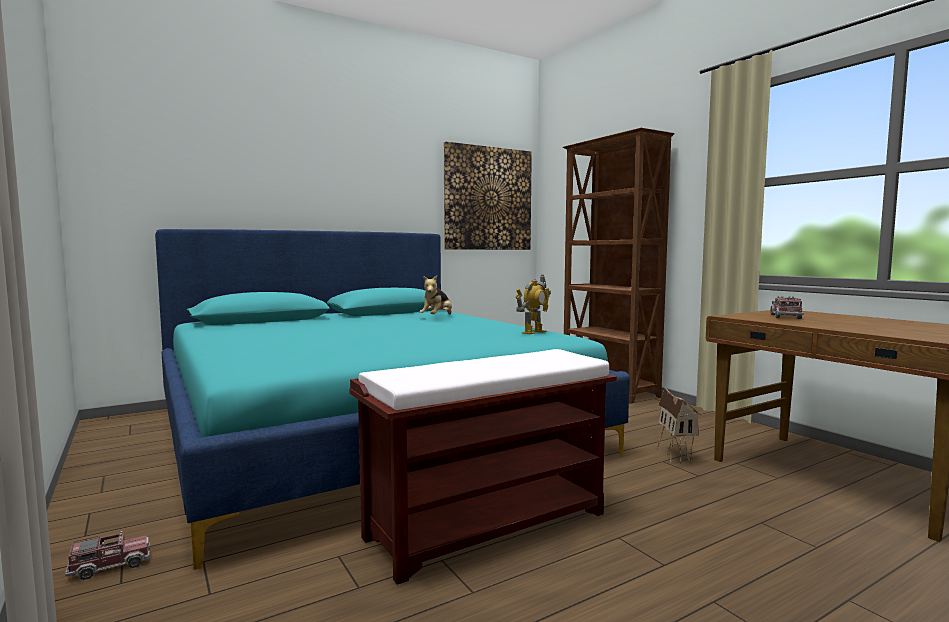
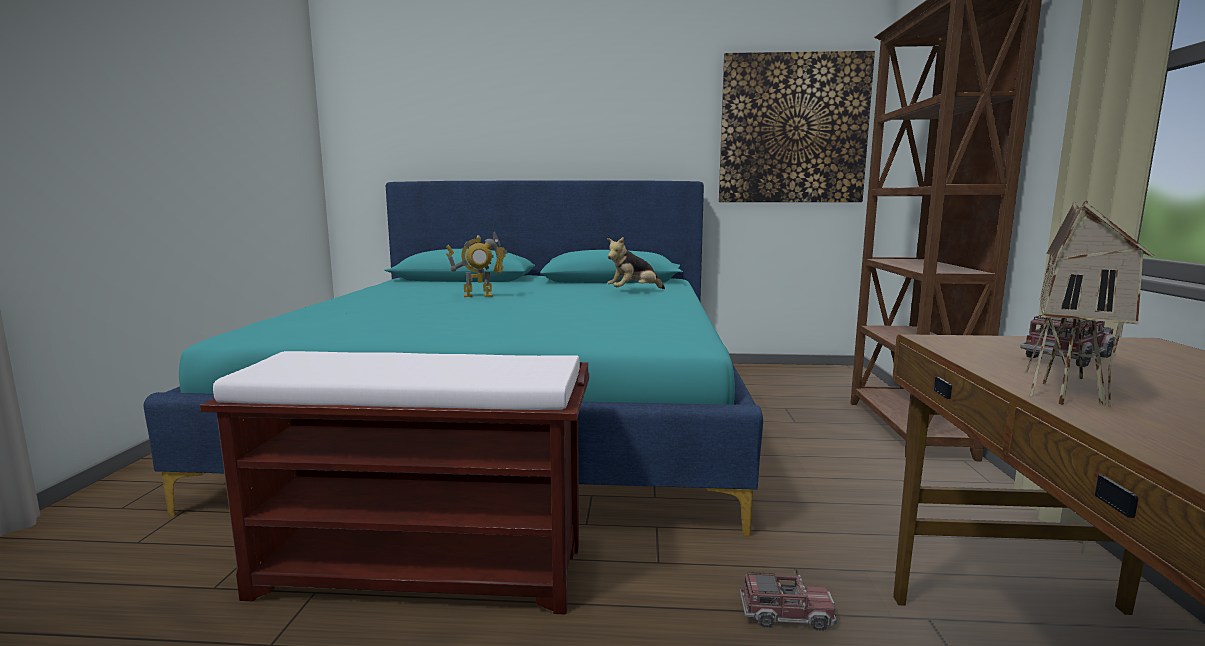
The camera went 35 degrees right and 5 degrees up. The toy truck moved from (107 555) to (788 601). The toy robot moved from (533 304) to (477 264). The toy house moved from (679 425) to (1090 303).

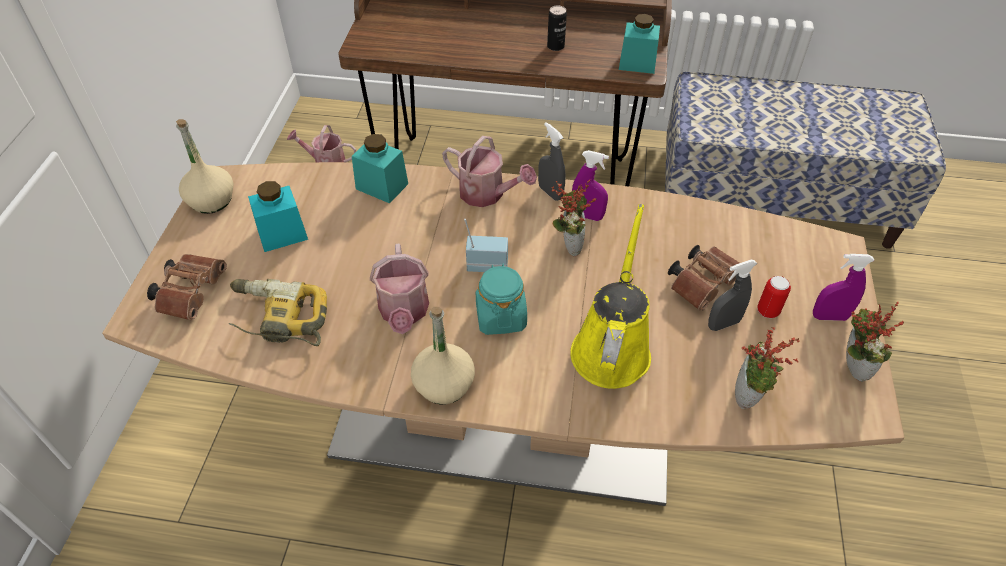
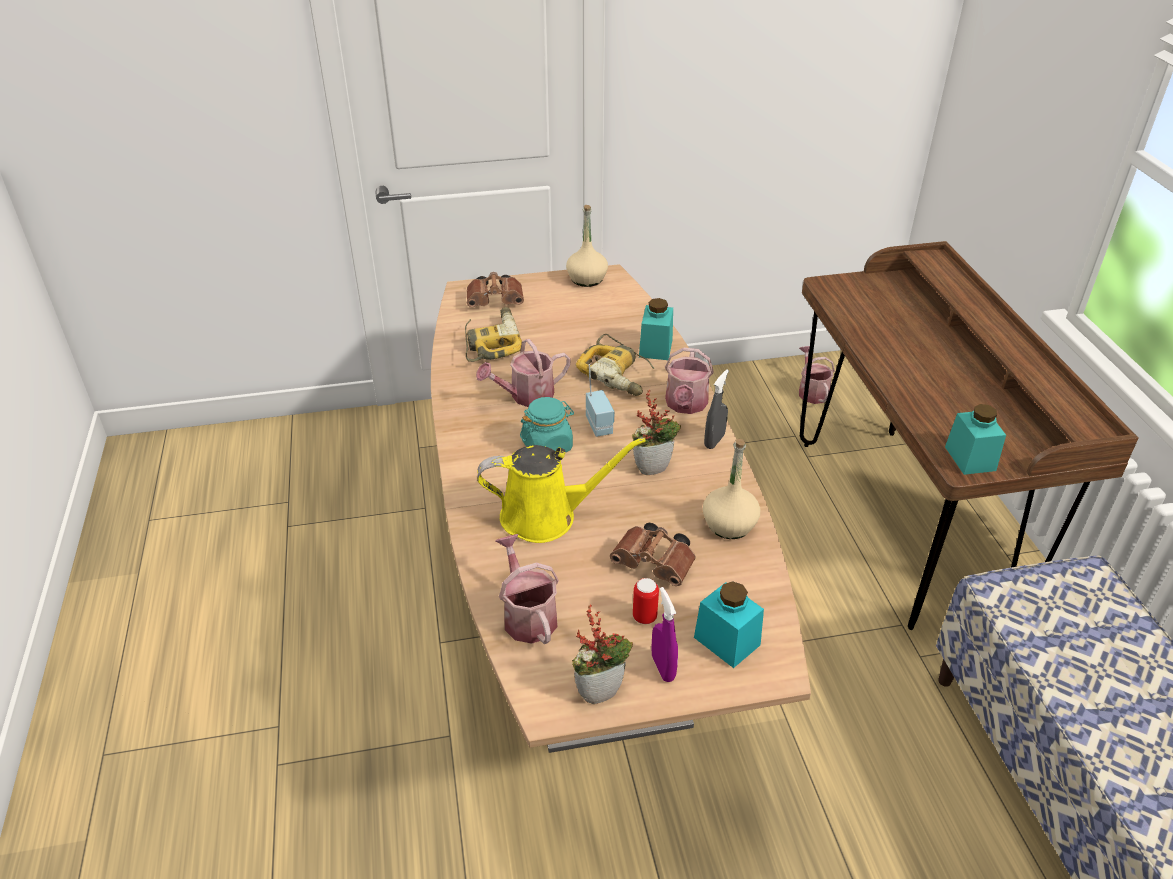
The camera went 70 degrees right and 10 degrees down. The can at (557 28) disappeared. The spray bottle/purple at (590 185) disappeared. The spray bottle/grey at (732 295) disappeared. The power drill at (615 365) appeared. The jar/turquoise moved from (278 216) to (729 624). The bottle/beige moved from (443 355) to (731 489). The potted plant at (767 368) was replaced by the watering can at (527 589).

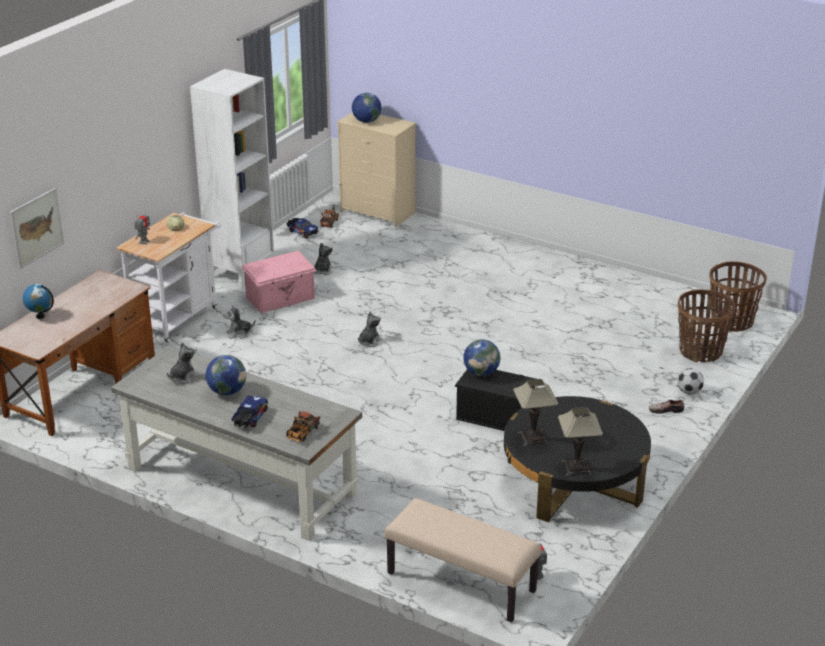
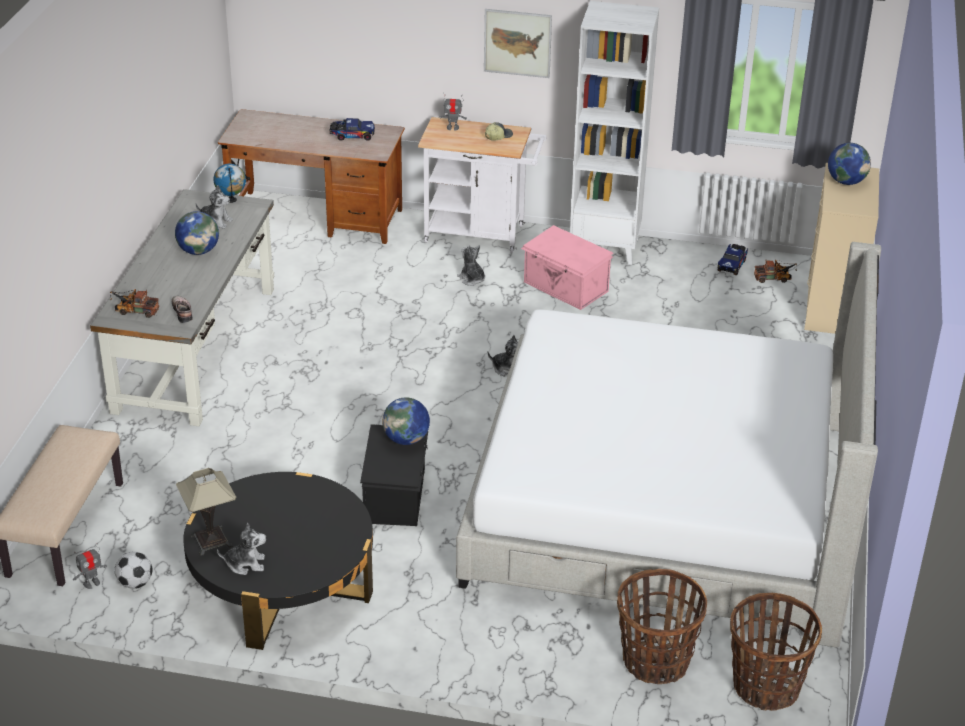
The camera went 70 degrees right and 5 degrees up. The table lamp at (535 413) disappeared. The bed at (668 445) appeared. The picture moved from (37 228) to (518 43). The globe moved from (38 301) to (229 183). The toy truck moved from (250 412) to (352 129). The plush toy moved from (323 259) to (241 549). The shoe moved from (666 407) to (182 309). The football moved from (690 381) to (133 570).

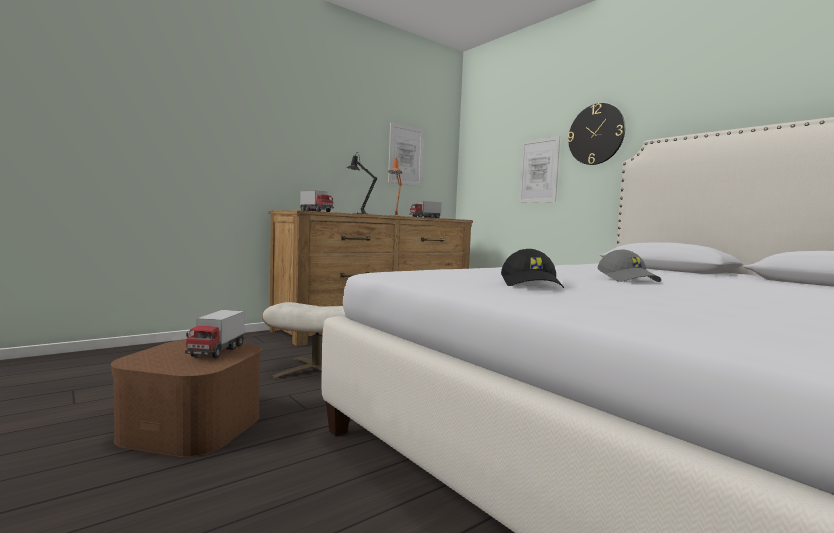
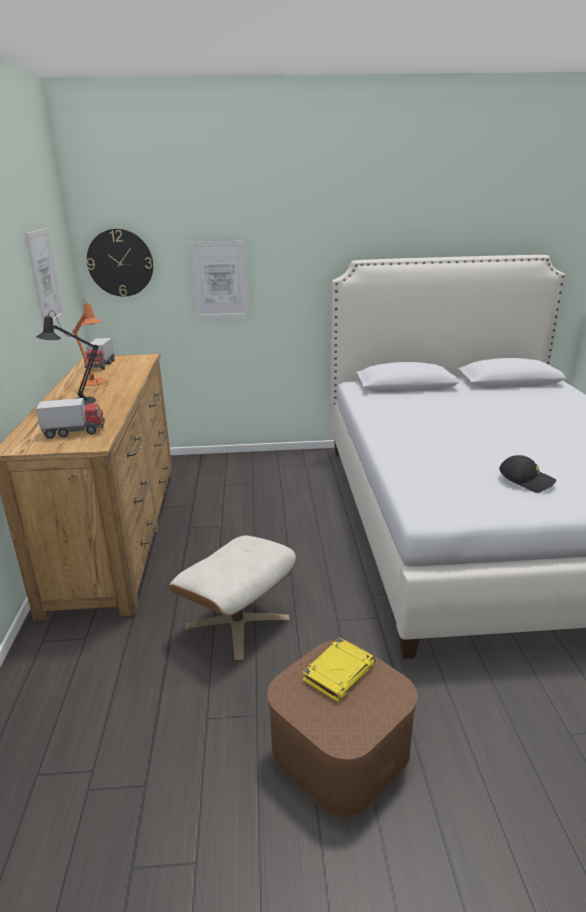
The camera went 55 degrees left and 20 degrees up. The cap/grey at (629 266) disappeared. The wall clock moved from (596 134) to (120 263). The toy truck at (215 334) was replaced by the book/yellow at (339 670).

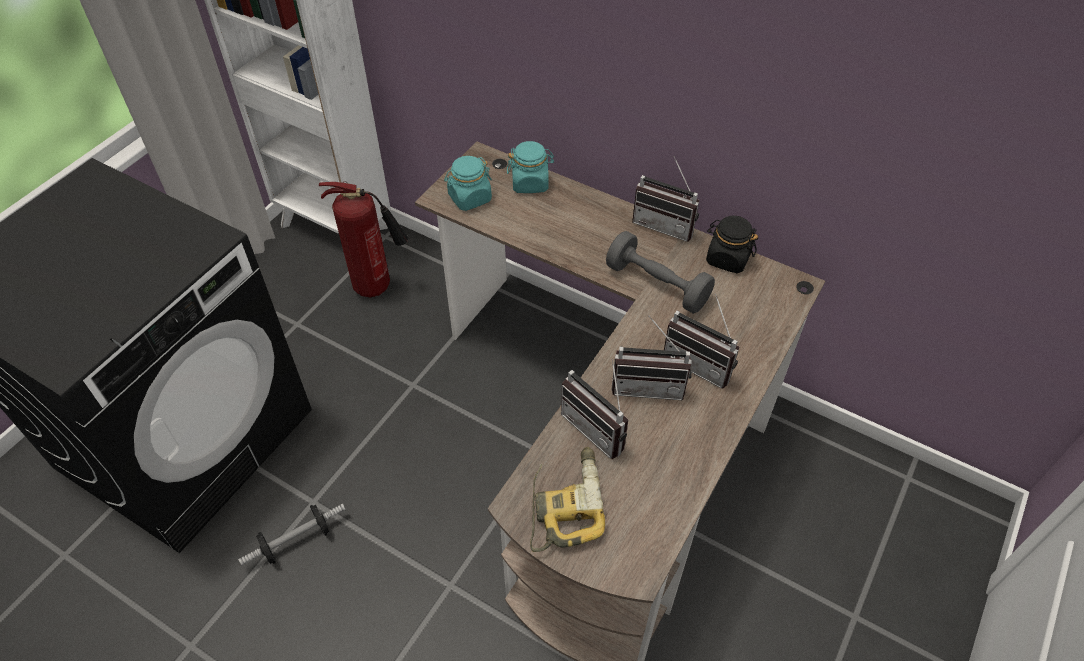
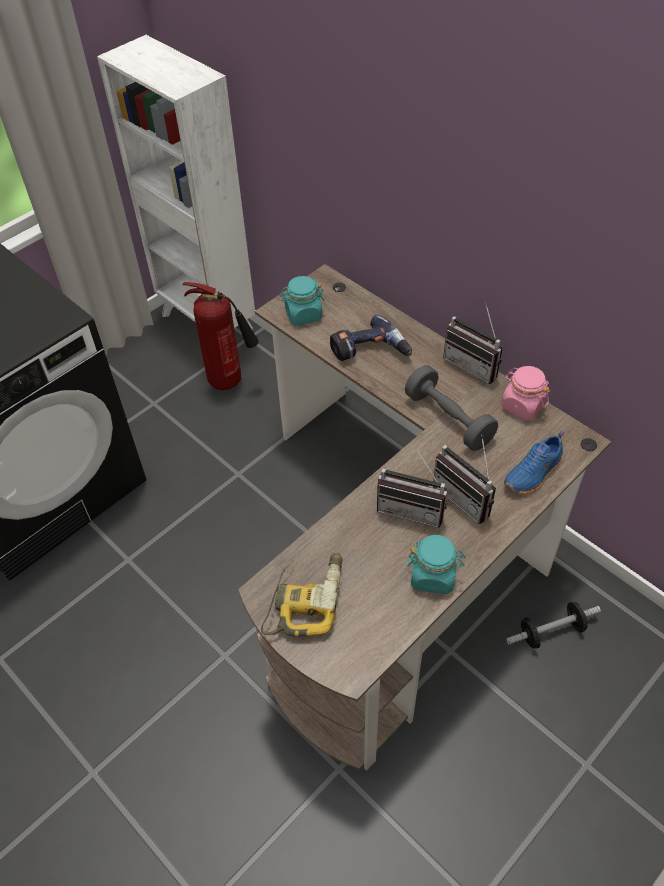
The camera went 15 degrees right and 0 degrees up. The radio at (594 409) disappeared. The power drill at (371 338) appeared. The shoe/blue at (534 462) appeared. The dumbbell moved from (292 534) to (553 625). The jar/turquoise moved from (530 167) to (436 564). The jar/black at (732 244) became the jar/pink at (525 393).

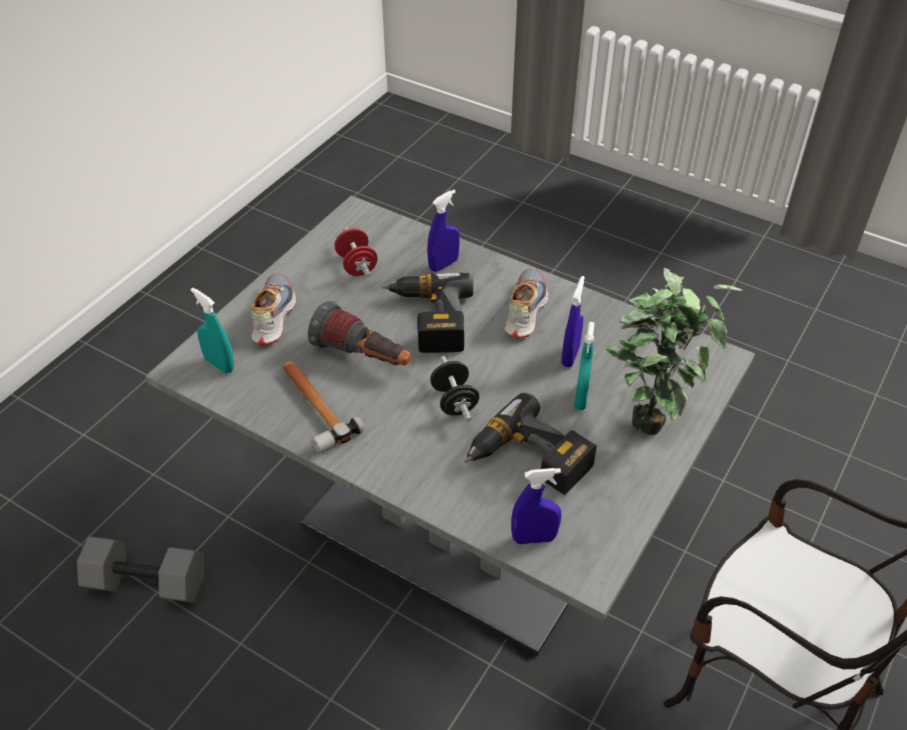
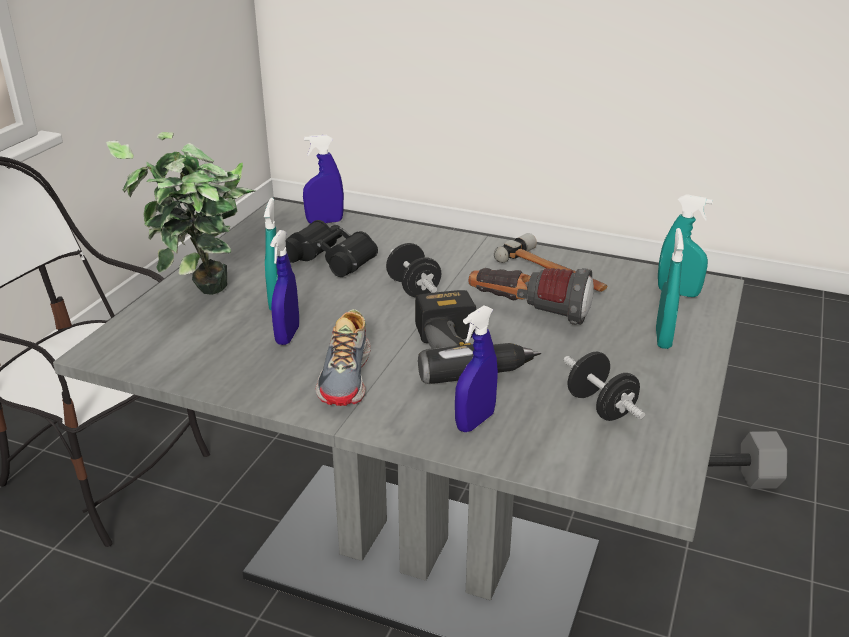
The camera went 170 degrees right and 15 degrees down. The shoe at (273 309) was replaced by the spray bottle/turquoise at (670 288). The power drill at (531 443) was replaced by the binoculars/black at (332 248). The dumbbell/red at (356 253) became the dumbbell/black at (604 386).

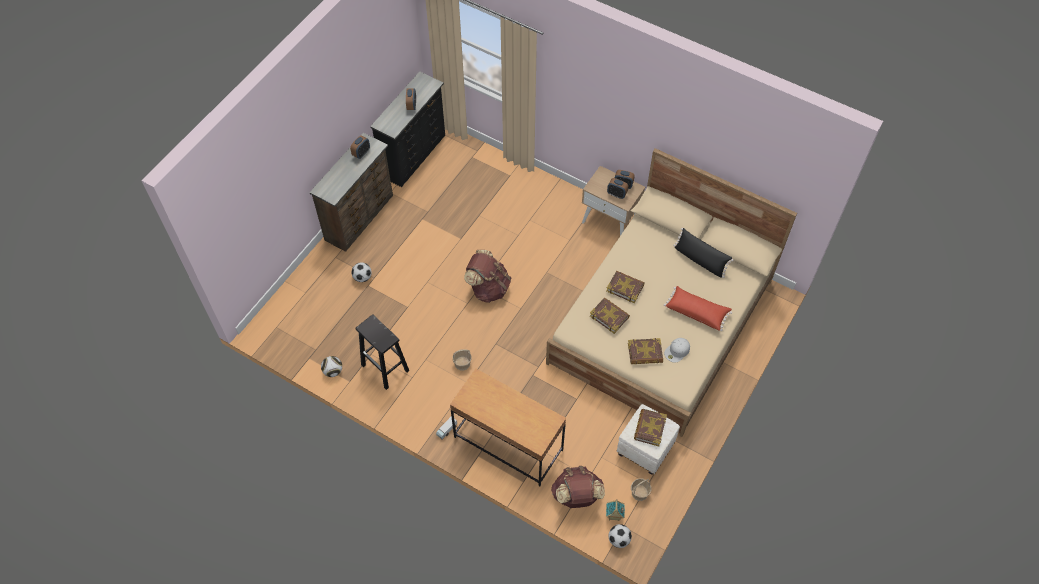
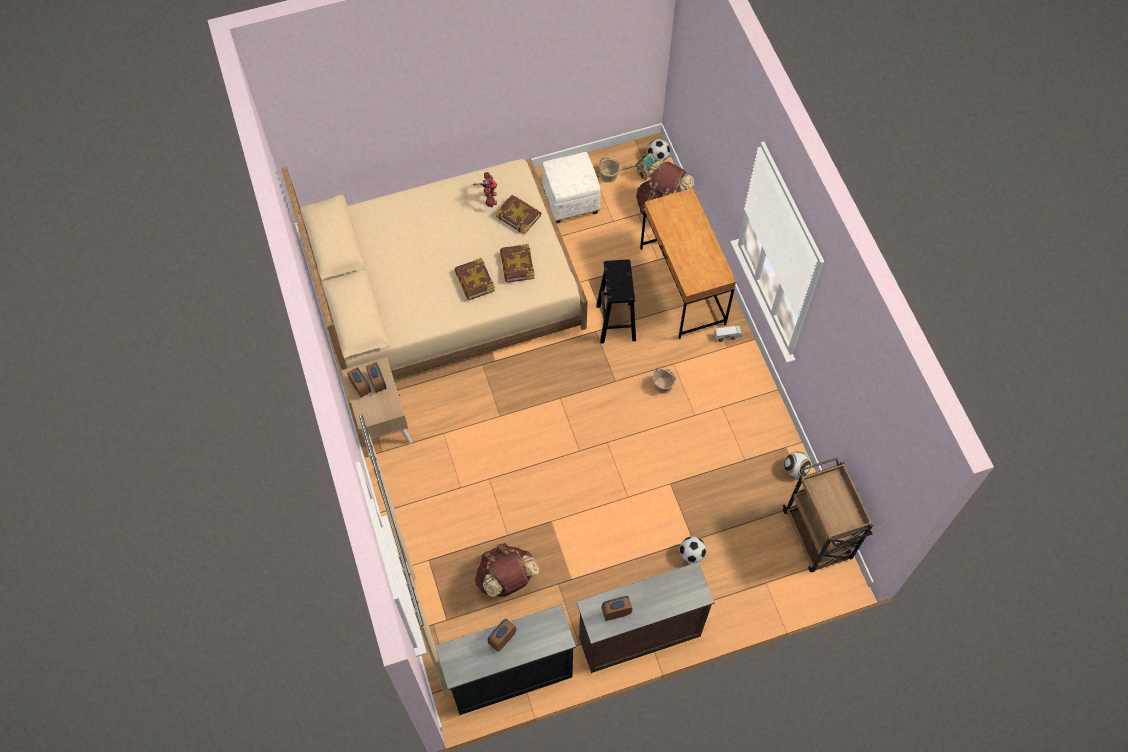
The camera went 140 degrees left and 5 degrees up. The book at (650 427) disappeared. The pillow/red at (698 308) disappeared. The pillow/black at (703 253) disappeared. The cart/brown at (828 515) appeared. The stool/black moved from (382 352) to (616 301). The backpack/brown moved from (487 276) to (507 570). The cap/white at (677 350) was replaced by the toy robot at (485 189).

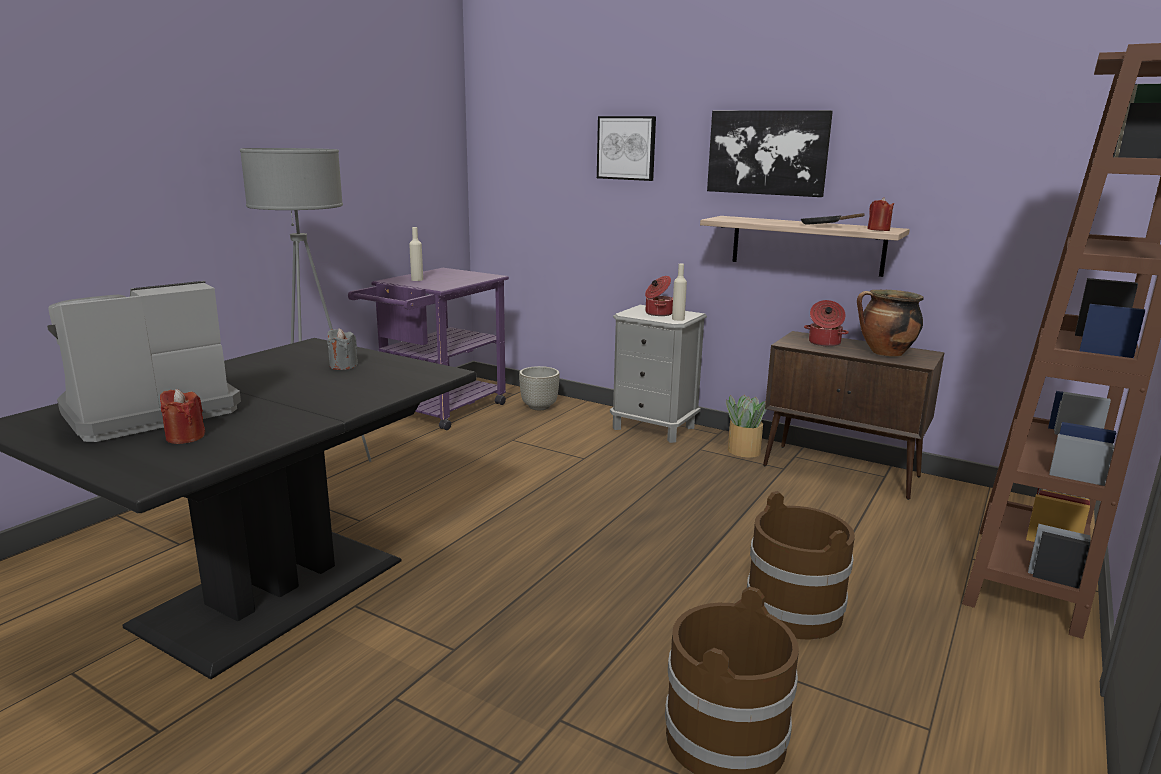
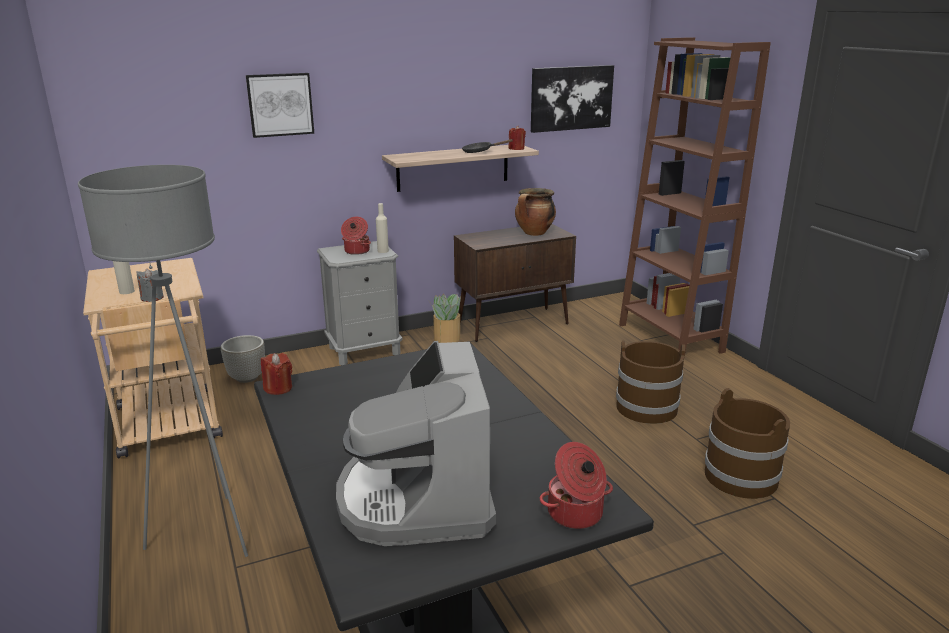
The camera went 55 degrees left and 5 degrees up. The candle/red moved from (182 416) to (276 374). The candle/grey moved from (342 349) to (150 285). The picture moved from (770 153) to (572 99). The cooking pot moved from (826 323) to (576 485). The cart/purple at (428 349) became the cart/beige at (153 358).

